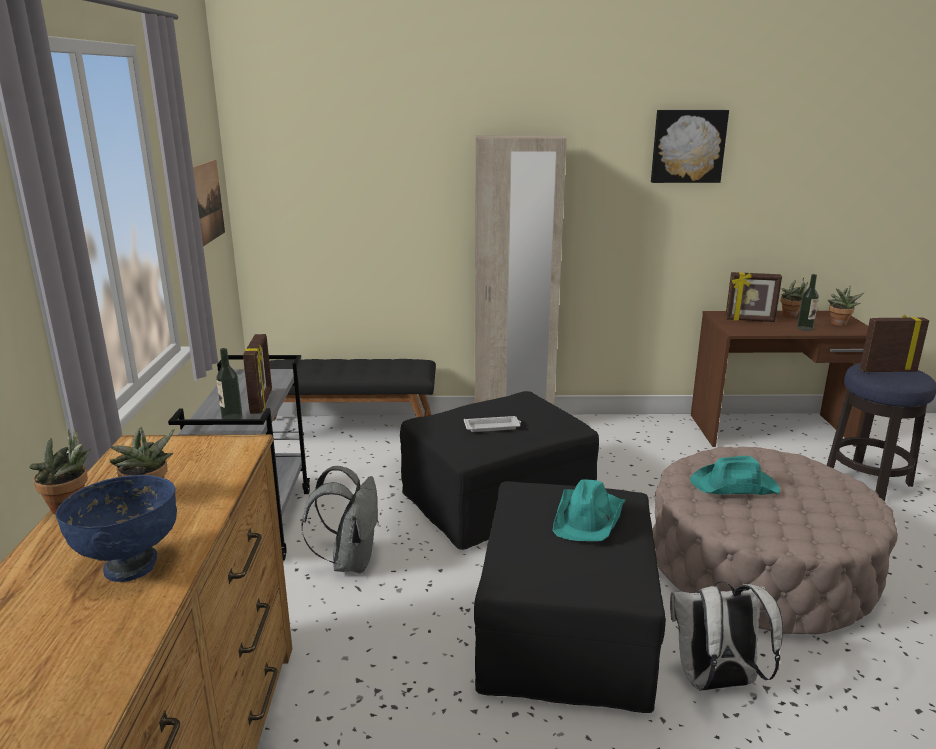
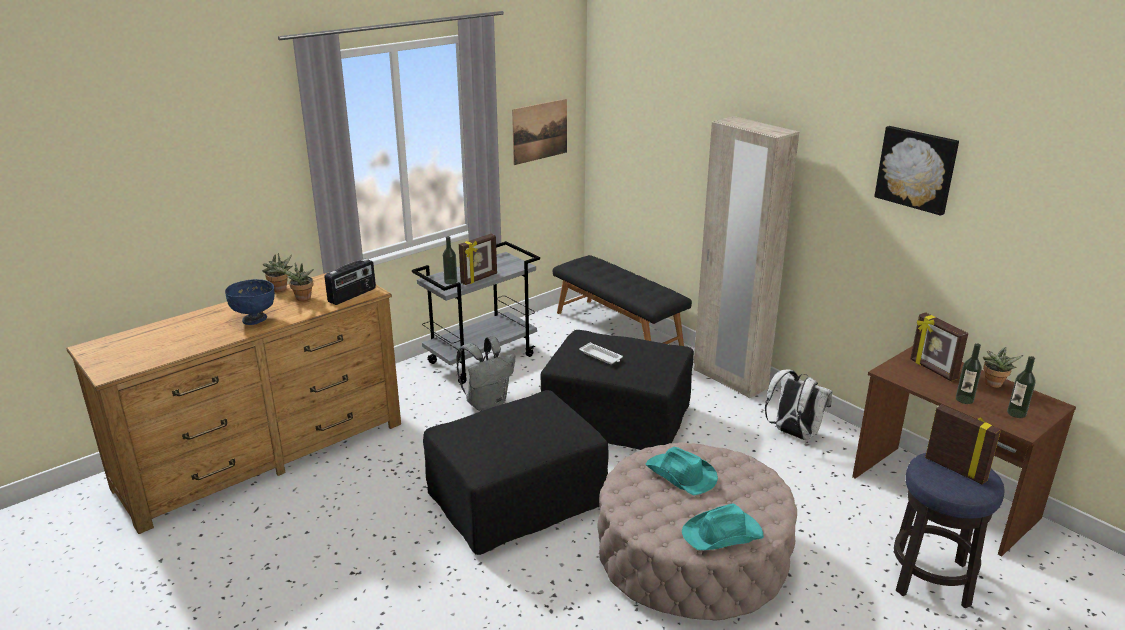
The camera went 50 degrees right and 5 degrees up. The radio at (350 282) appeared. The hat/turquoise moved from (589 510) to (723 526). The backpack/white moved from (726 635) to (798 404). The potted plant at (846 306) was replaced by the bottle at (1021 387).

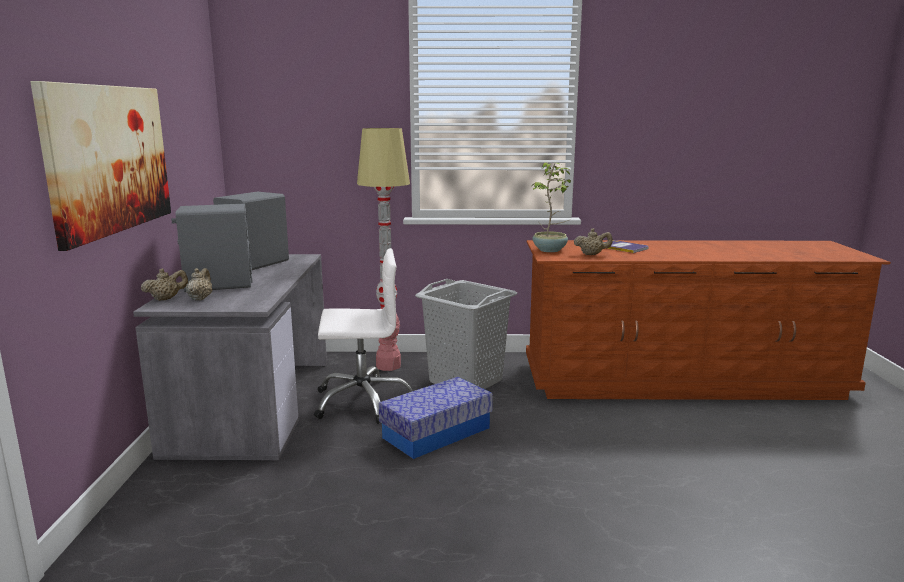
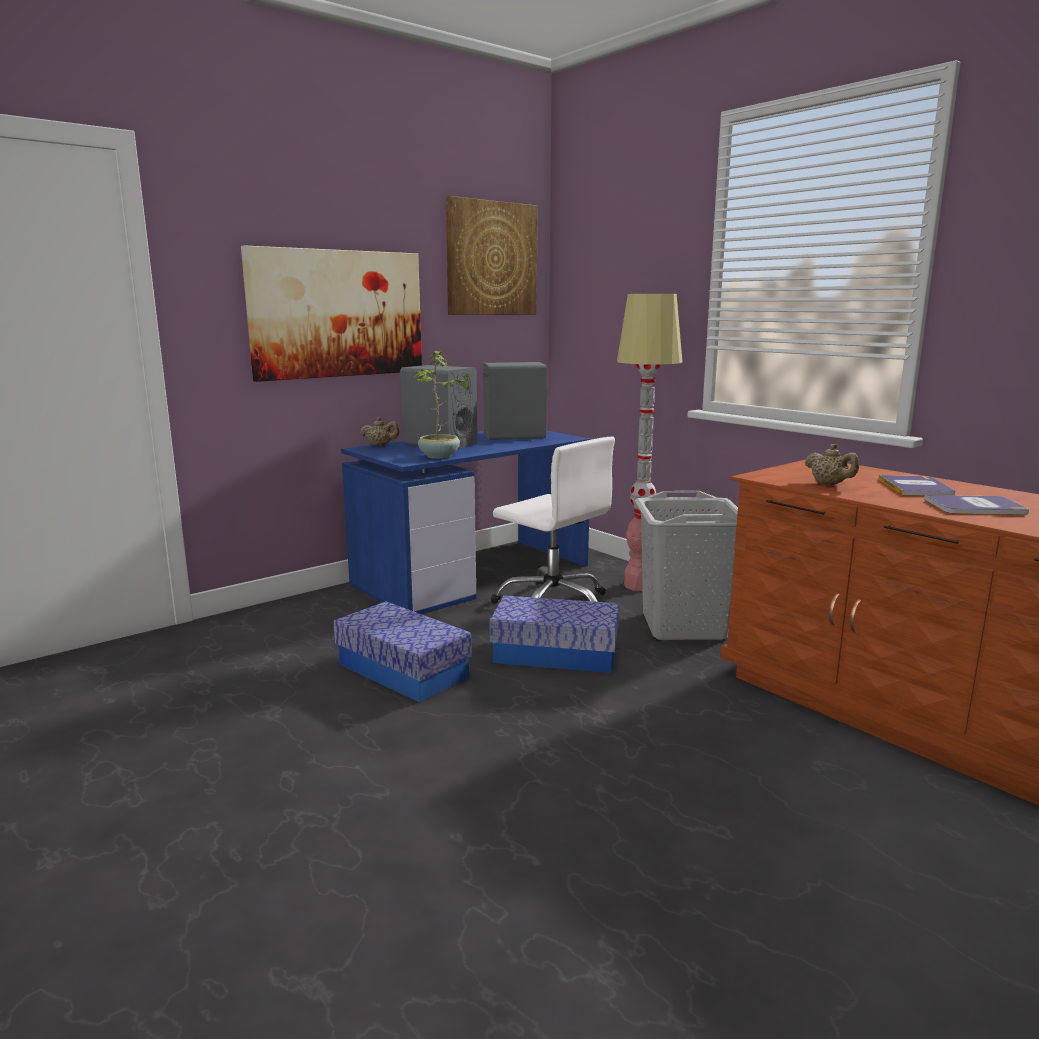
The camera went 50 degrees right and 0 degrees up. The teapot/beige at (199 284) disappeared. The storage box at (403 651) appeared. The picture at (492 255) appeared. The book at (976 505) appeared. The potted plant moved from (551 207) to (444 405). The desk/grey at (230 357) became the desk/blue at (466 522).

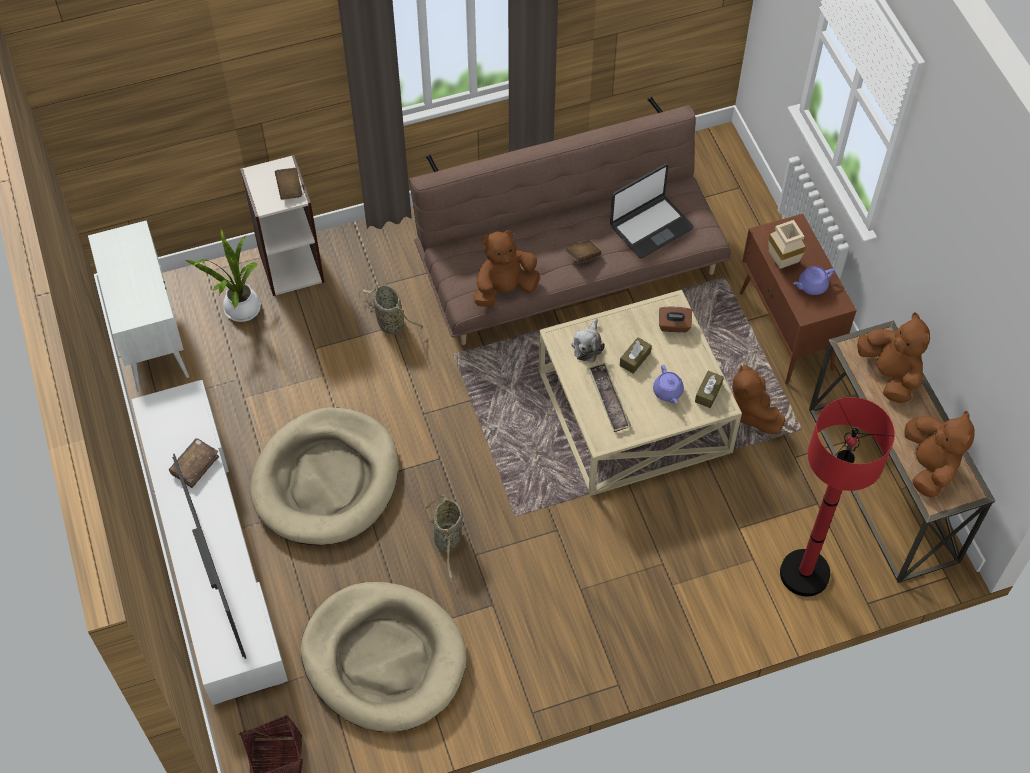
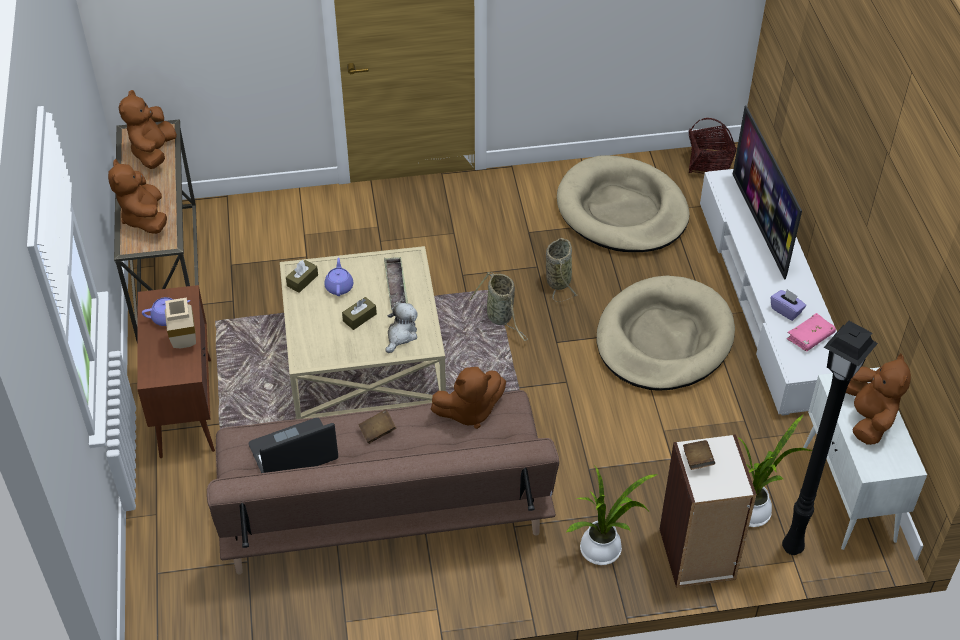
The camera went 170 degrees left and 10 degrees down. The tissue box/brown at (675 320) disappeared. The floor lamp/red at (837 497) disappeared. The potted plant at (612 515) appeared. The floor lamp/black at (830 438) appeared. The book/pink at (811 332) appeared. The basket moved from (391 314) to (498 306). The plush toy/brown moved from (758 400) to (878 399). The book/brown at (194 463) was replaced by the tissue box/purple at (788 305).

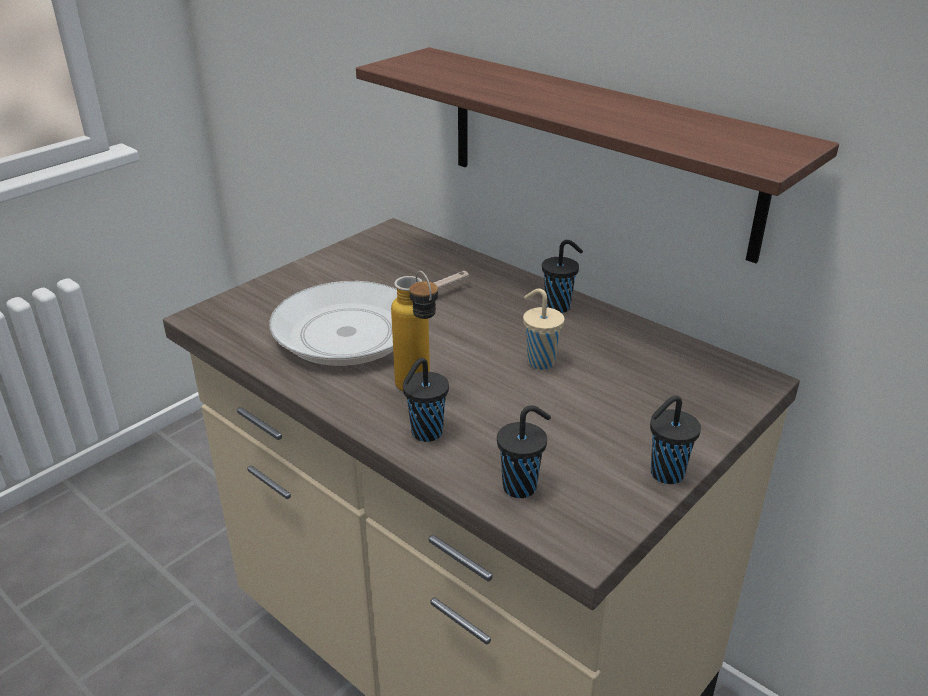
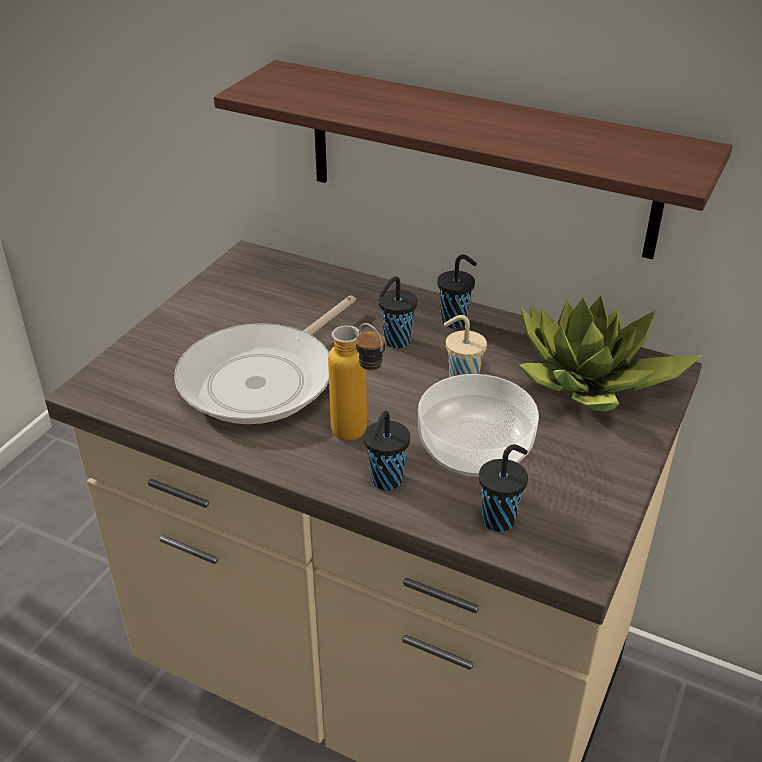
The camera went 15 degrees left and 5 degrees up. The bowl at (478 425) appeared. The potted plant at (611 353) appeared. The cup/black moved from (675 440) to (398 312).

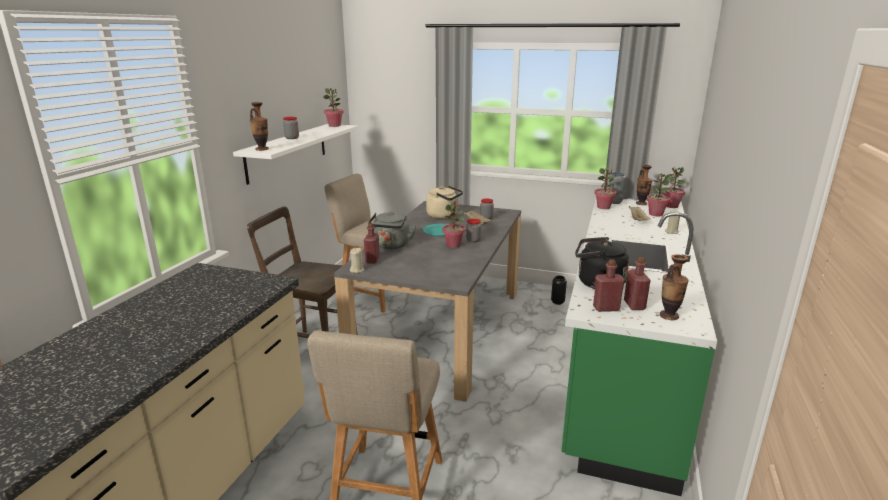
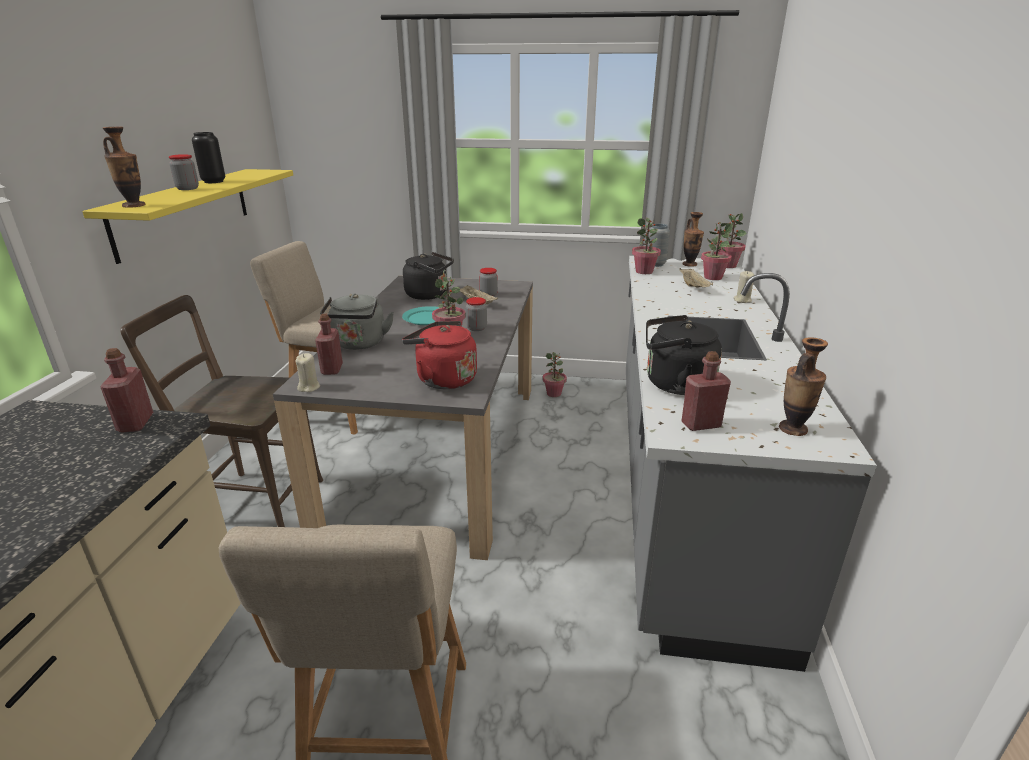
The camera went 10 degrees left and 5 degrees up. The kettle/red at (439 355) appeared. The potted plant moved from (333 107) to (555 374). The vase/black moved from (559 290) to (208 157). The bottle/red moved from (637 283) to (126 390). The shelf/white at (295 154) became the shelf/yellow at (187 216). The kettle/beige at (444 202) became the kettle/black at (428 276). The counter/green at (639 347) became the counter/grey at (751 464).

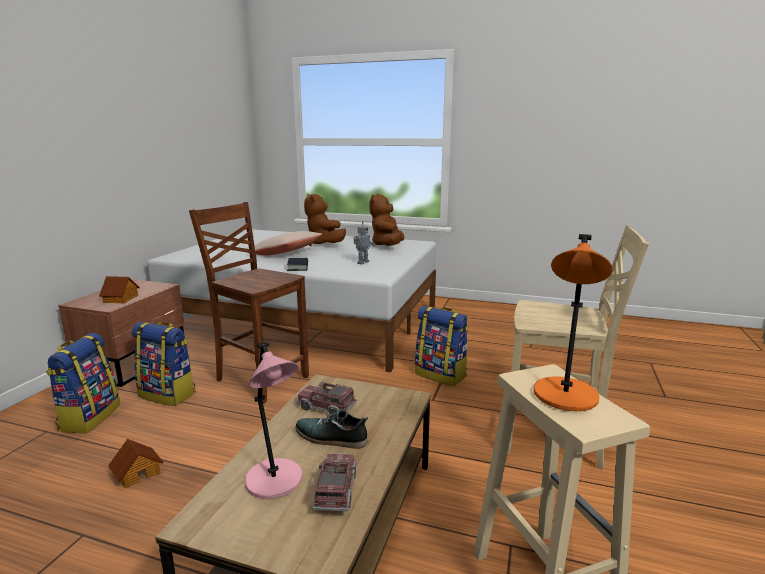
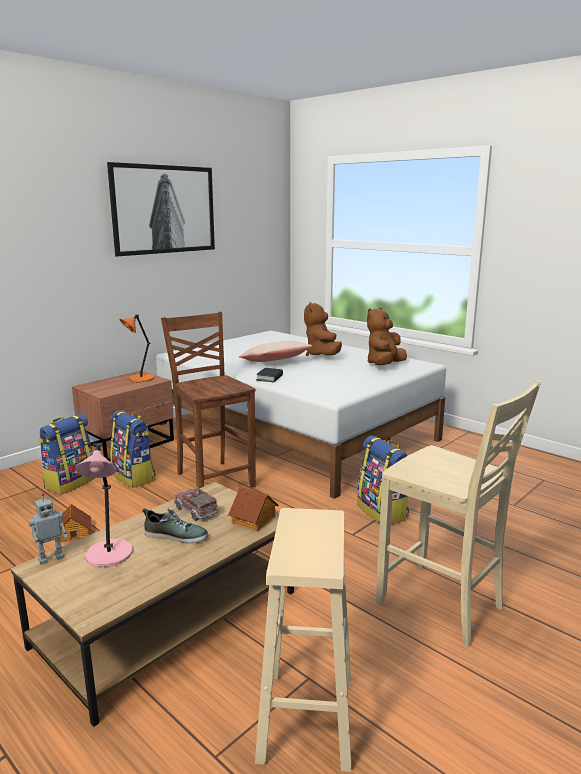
The camera went 25 degrees right and 0 degrees up. The toy truck at (334 482) disappeared. The picture at (161 209) appeared. The toy house moved from (119 290) to (253 509). The toy robot moved from (364 243) to (47 529). The table lamp/orange moved from (573 322) to (136 348). The shoe at (331 429) turned 150 degrees clockwise.

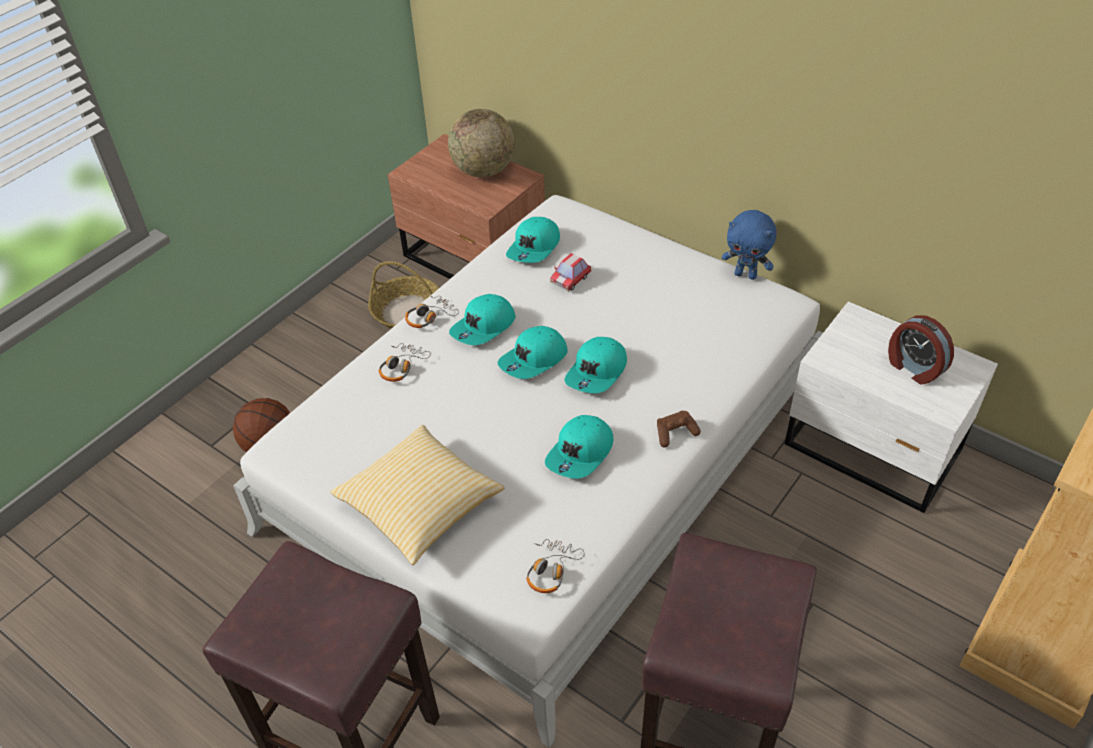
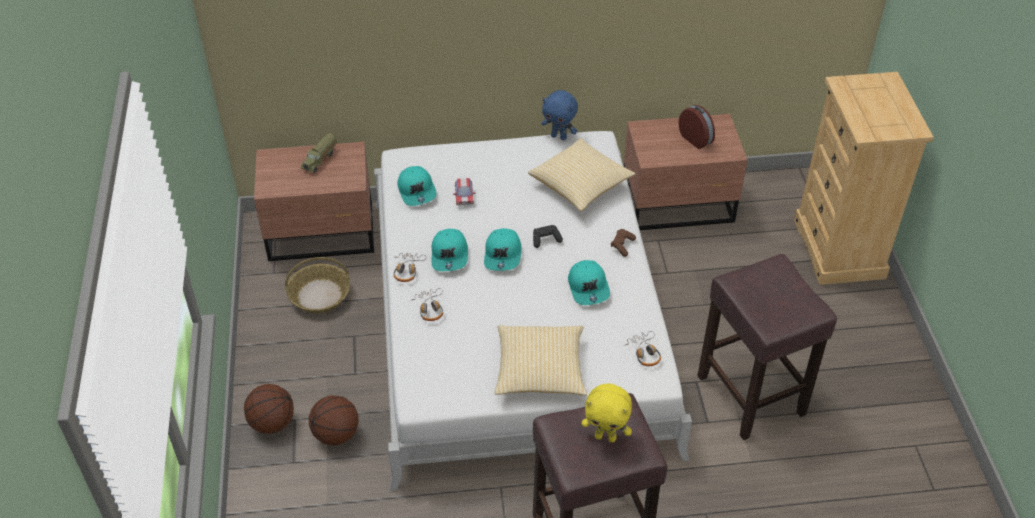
The camera went 45 degrees left and 0 degrees up. The basketball at (269 409) appeared. The pillow at (581 174) appeared. The plush toy/yellow at (607 413) appeared. The globe at (481 143) was replaced by the toy truck at (318 153). The cap/turquoise at (596 365) was replaced by the game controller/black at (548 236). The nightstand/white at (891 407) became the nightstand/brown at (685 172). The plush toy/blue at (749 245) turned 45 degrees clockwise. The alarm clock at (921 350) turned 135 degrees counterclockwise.

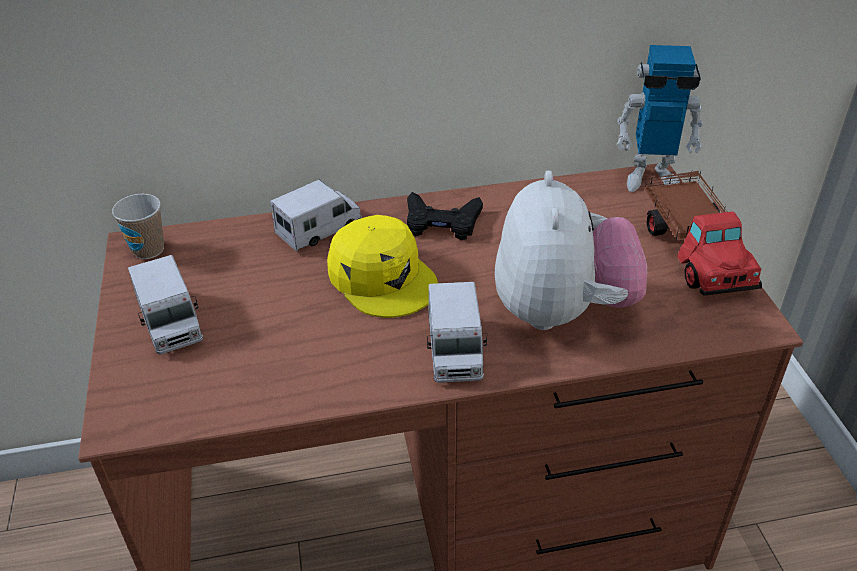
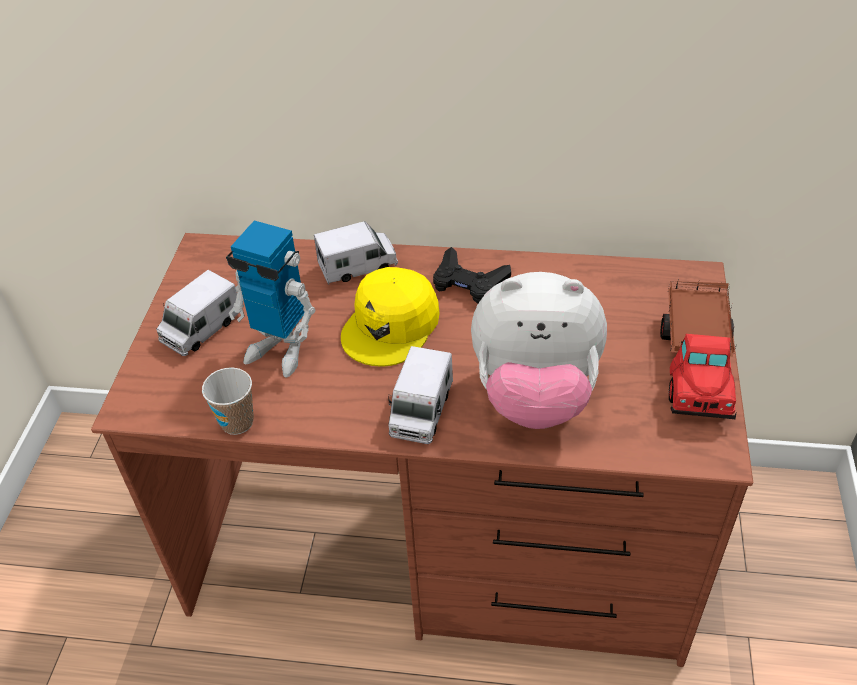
The camera went 20 degrees right and 5 degrees up. The cup moved from (138 226) to (228 401). The toy robot moved from (660 118) to (270 299). The toy truck at (165 304) turned 45 degrees clockwise. The cap/yellow at (382 266) turned 45 degrees clockwise. The plush toy at (571 250) turned 75 degrees clockwise.

